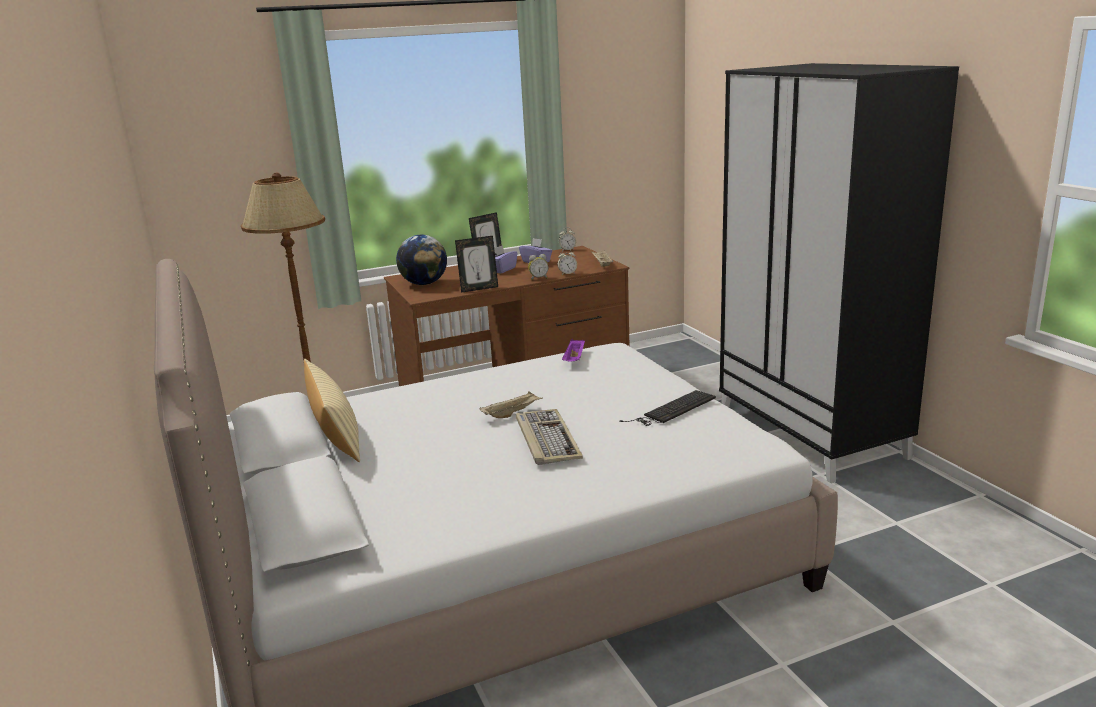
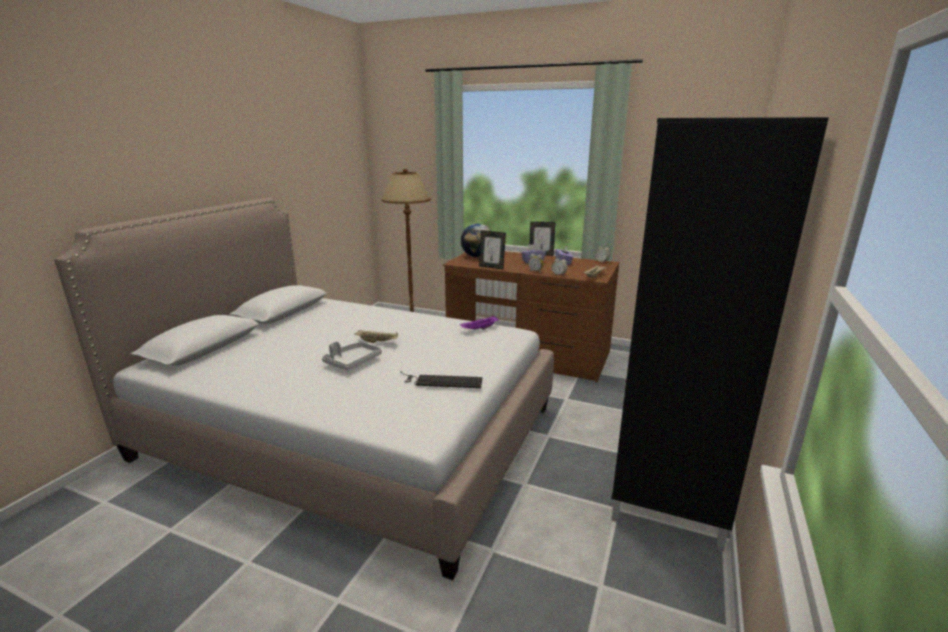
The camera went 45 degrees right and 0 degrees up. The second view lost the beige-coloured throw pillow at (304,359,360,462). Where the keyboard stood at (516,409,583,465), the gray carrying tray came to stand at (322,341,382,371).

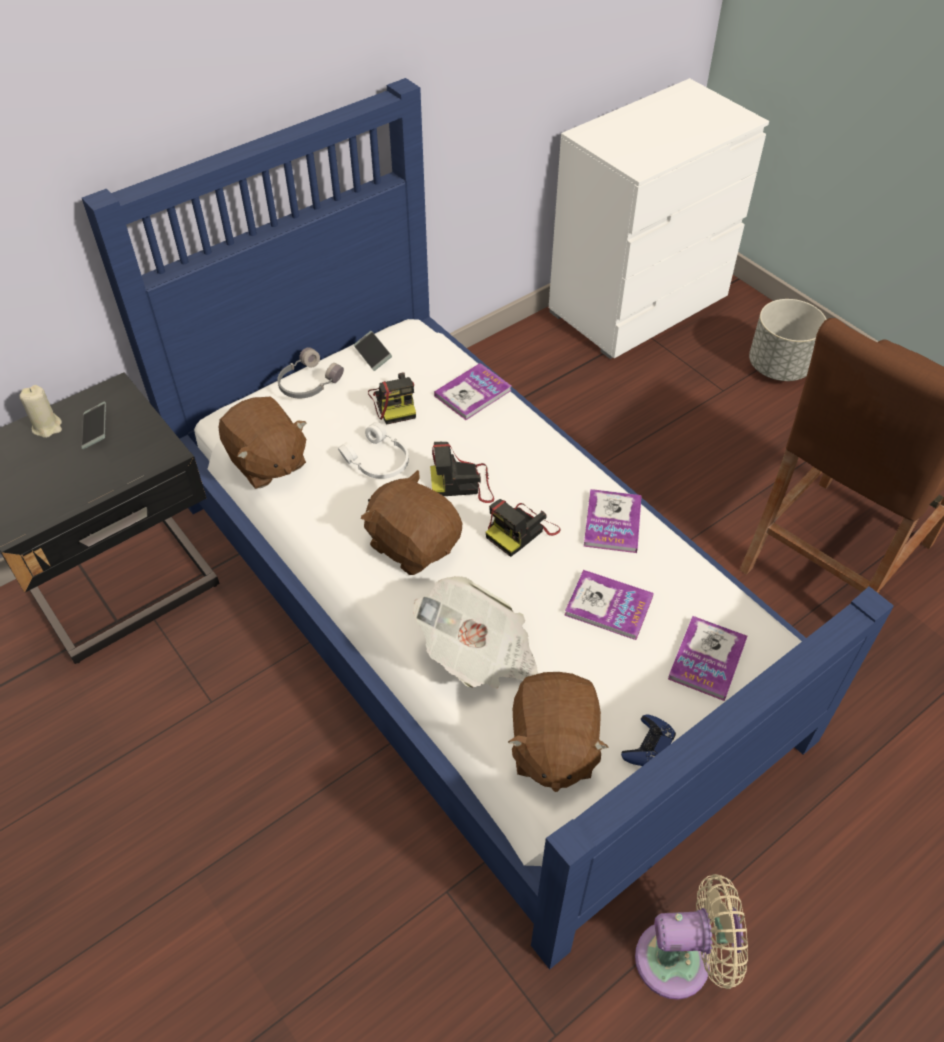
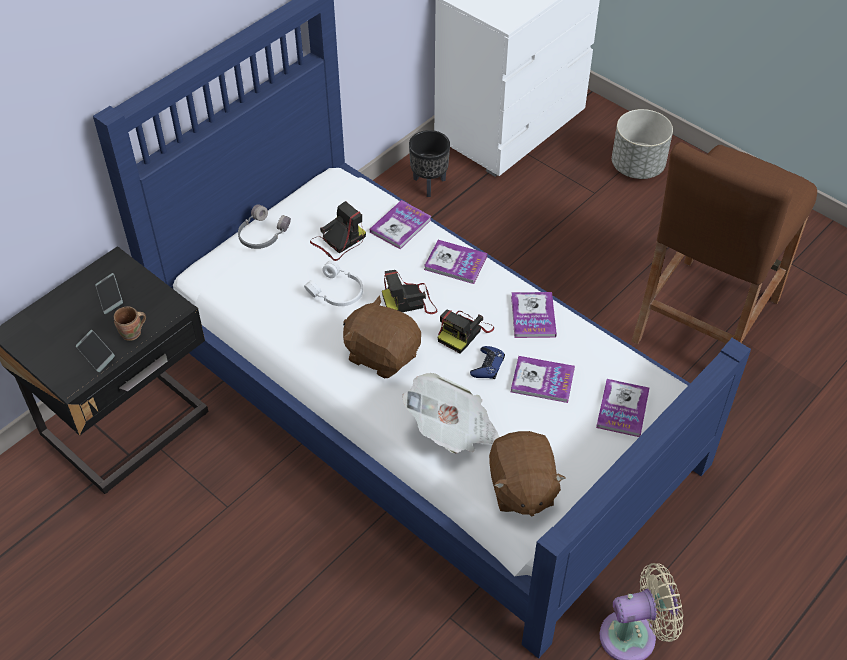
The camera went 10 degrees left and 0 degrees up. The handset ended up elsewhere, having gone from (354,331,392,371) to (76,330,115,372). The still camera at (368,372,416,425) ended up facing another way, 105 degrees counterclockwise from before. The second view lost the beige-coloured wax candle at (19,385,62,438). The second view lost the brown cuddly toy at (219,396,307,489). The blue-coloured joypad ended up elsewhere, having gone from (621,715,676,766) to (470,346,505,379). The second view gained the black-coloured flower pot at (409,130,450,197). The second view gained the book at (424,240,487,284). The second view gained the brown coffee mug at (114,307,146,341).

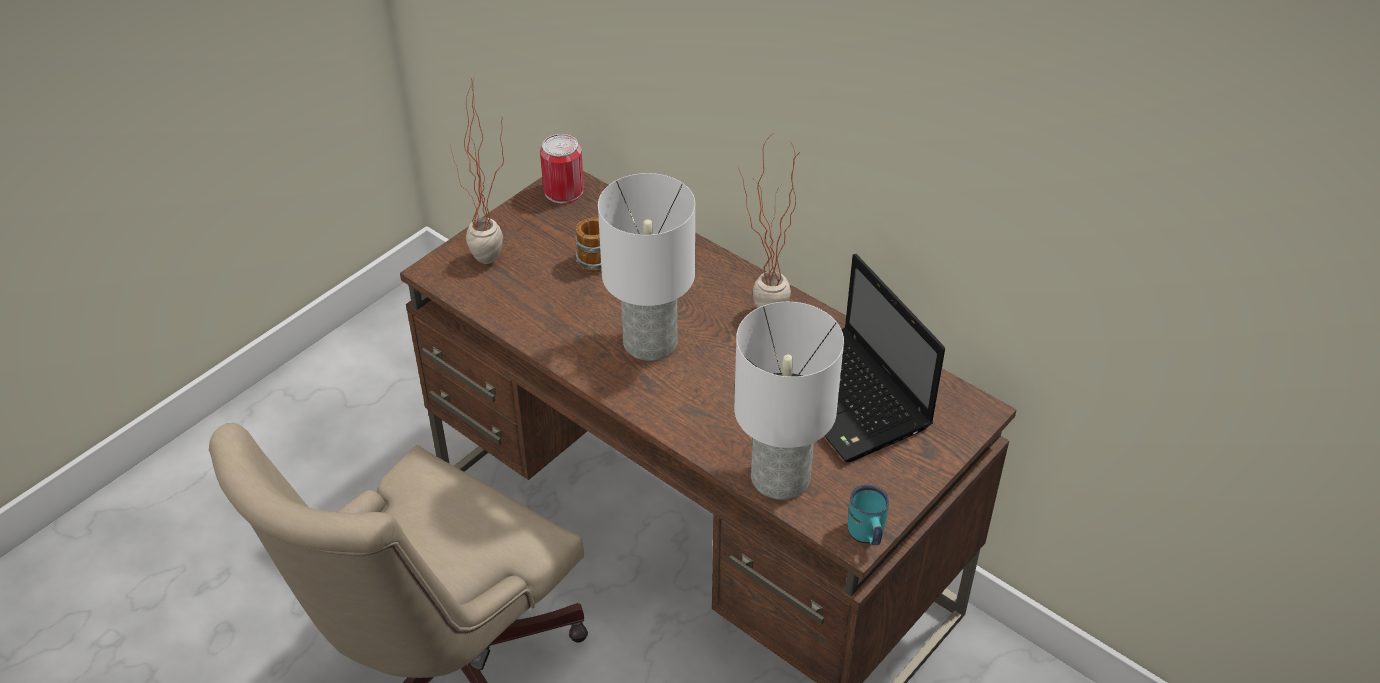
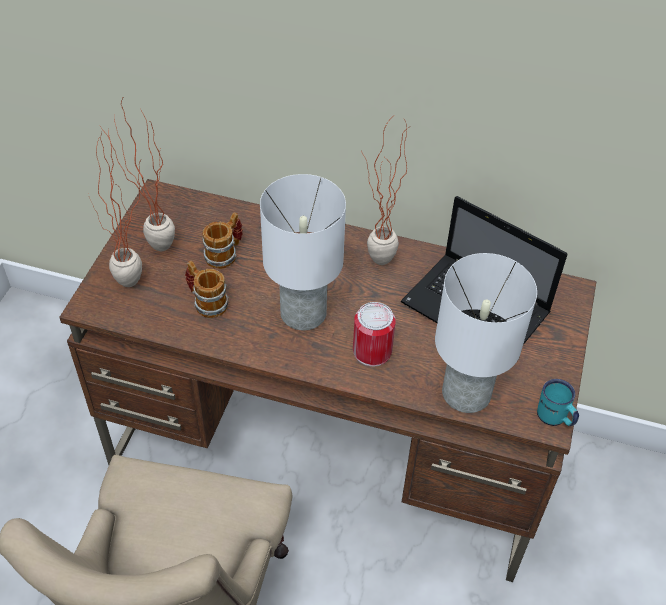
The camera went 25 degrees left and 5 degrees up. The can ended up elsewhere, having gone from (540,134,584,203) to (353,302,396,367). The second view gained the plant in a pot at (100,96,175,251). The second view gained the coffee mug at (185,261,229,318).

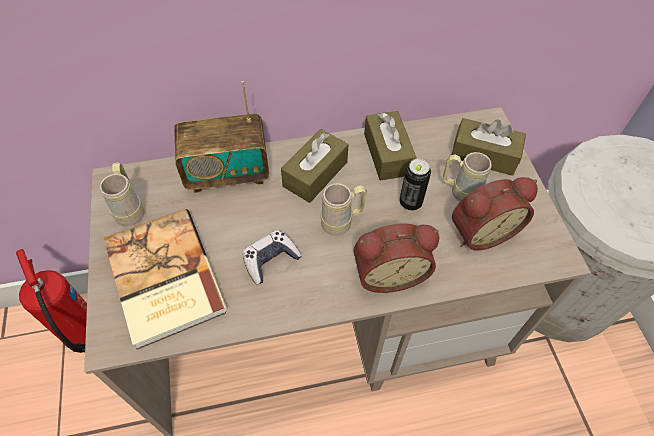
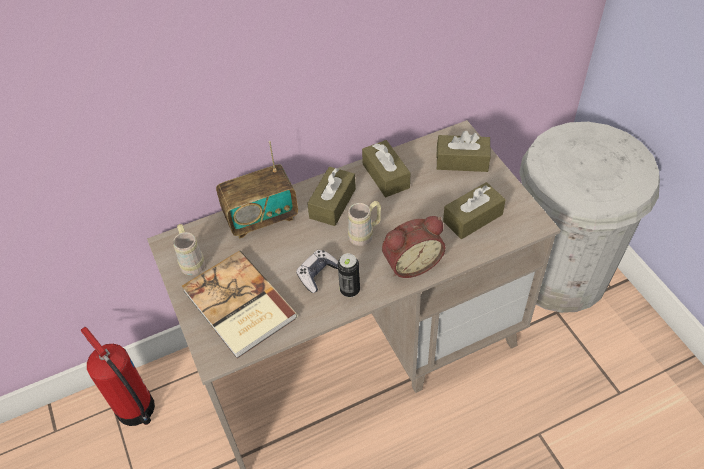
The camera went 10 degrees left and 5 degrees down. The second view lost the beige-coloured coffee mug at (443,152,491,202). The can ended up elsewhere, having gone from (399,158,431,211) to (338,253,360,297). Where the alarm clock stood at (452,177,538,251), the brown tissue box came to stand at (443,182,506,239).

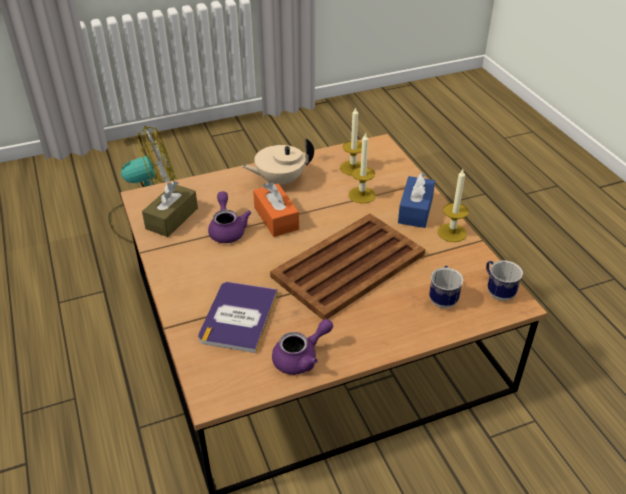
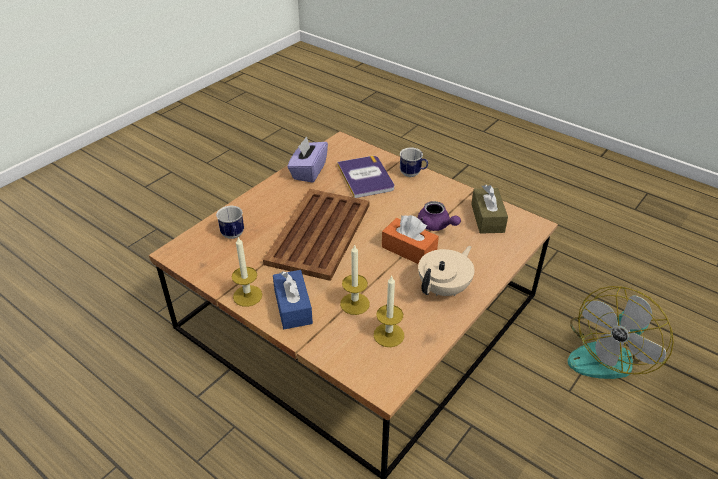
The camera went 150 degrees right and 0 degrees up. The coffee mug ended up elsewhere, having gone from (486,260,523,301) to (400,148,428,177). Where the purple teapot stood at (272,319,333,375), the purple tissue box came to stand at (287,136,328,183).

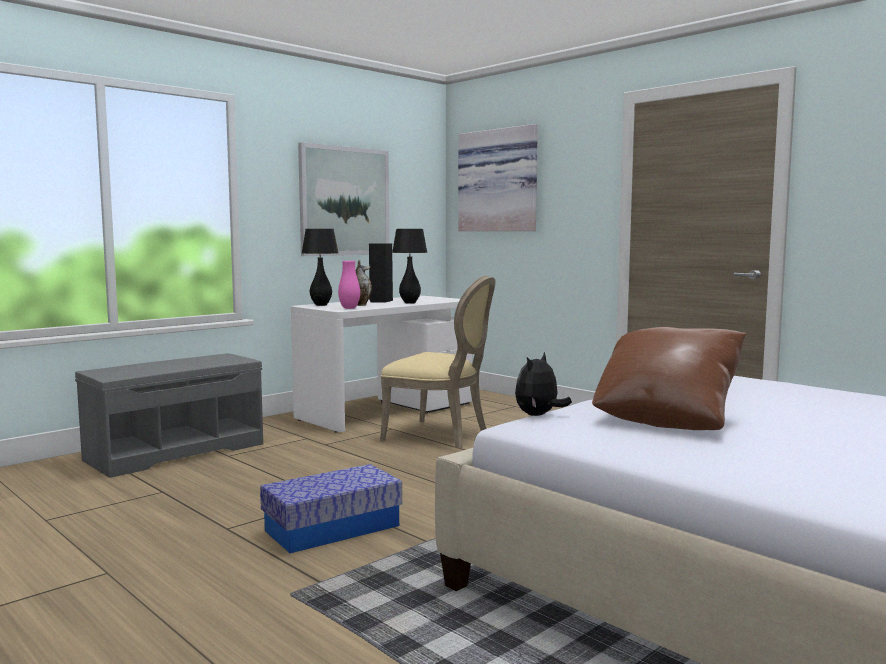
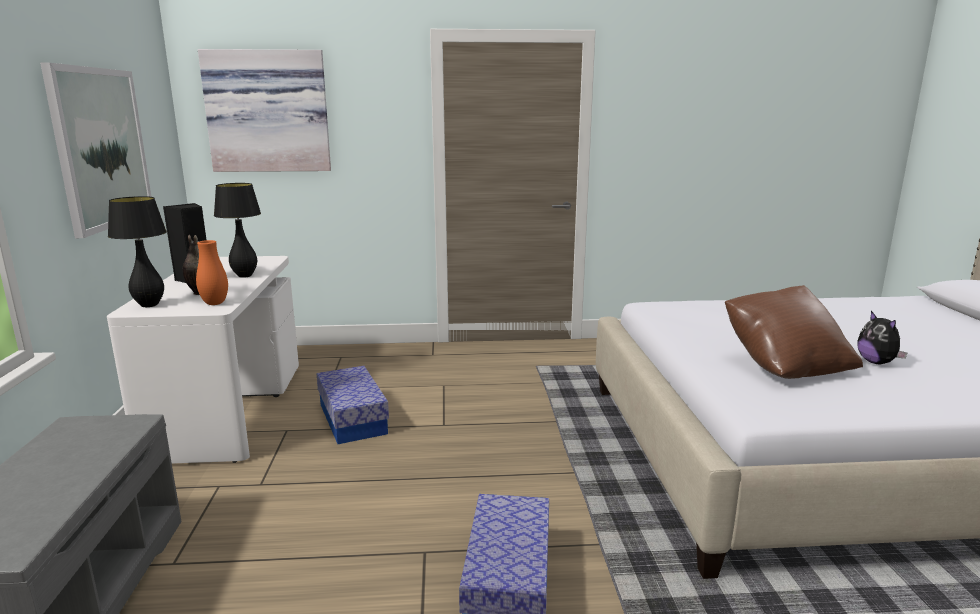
The camera went 50 degrees left and 10 degrees up. What was the pink vase at (338,261,360,309) turned into the orange-coloured vase at (196,240,228,305). Where the beige-coloured chair stood at (380,275,496,449), the storage box came to stand at (317,366,389,444). The cuddly toy ended up elsewhere, having gone from (515,352,572,416) to (857,311,907,364).

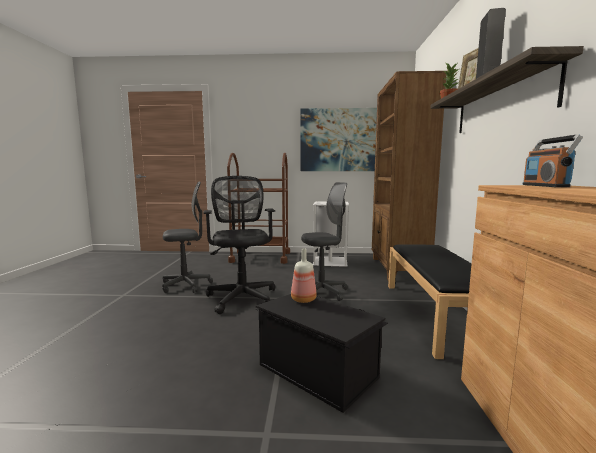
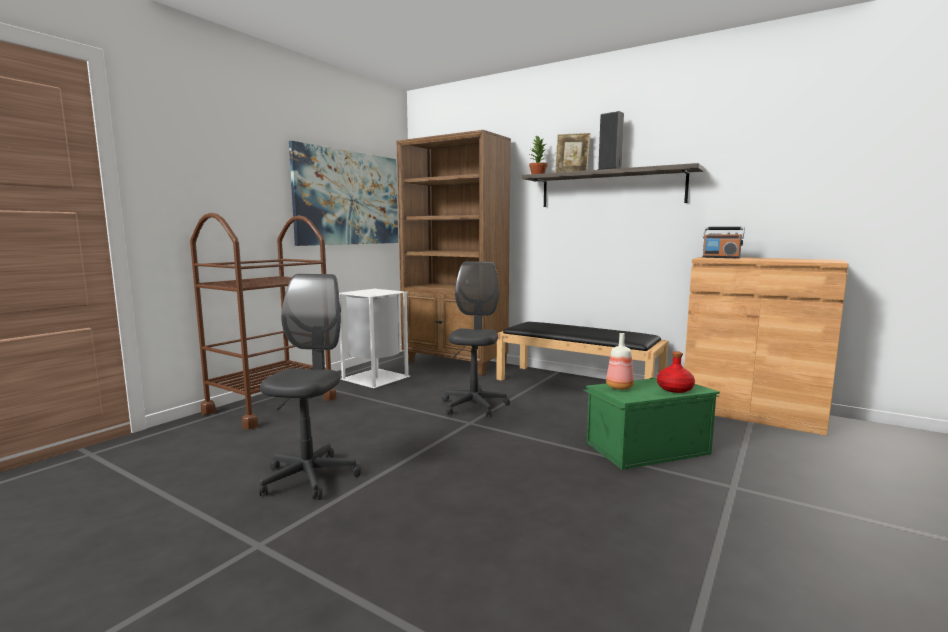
The camera went 60 degrees left and 0 degrees up. The second view lost the black-coloured computer chair at (203,176,275,314). What was the black-coloured storage box at (256,294,388,413) turned into the green storage box at (583,377,720,470). The second view gained the red-coloured bottle at (657,351,695,393).

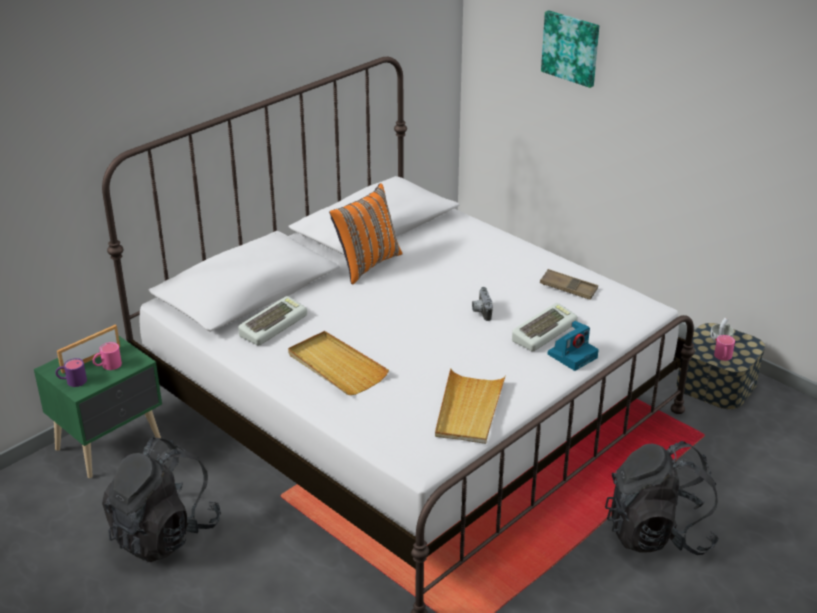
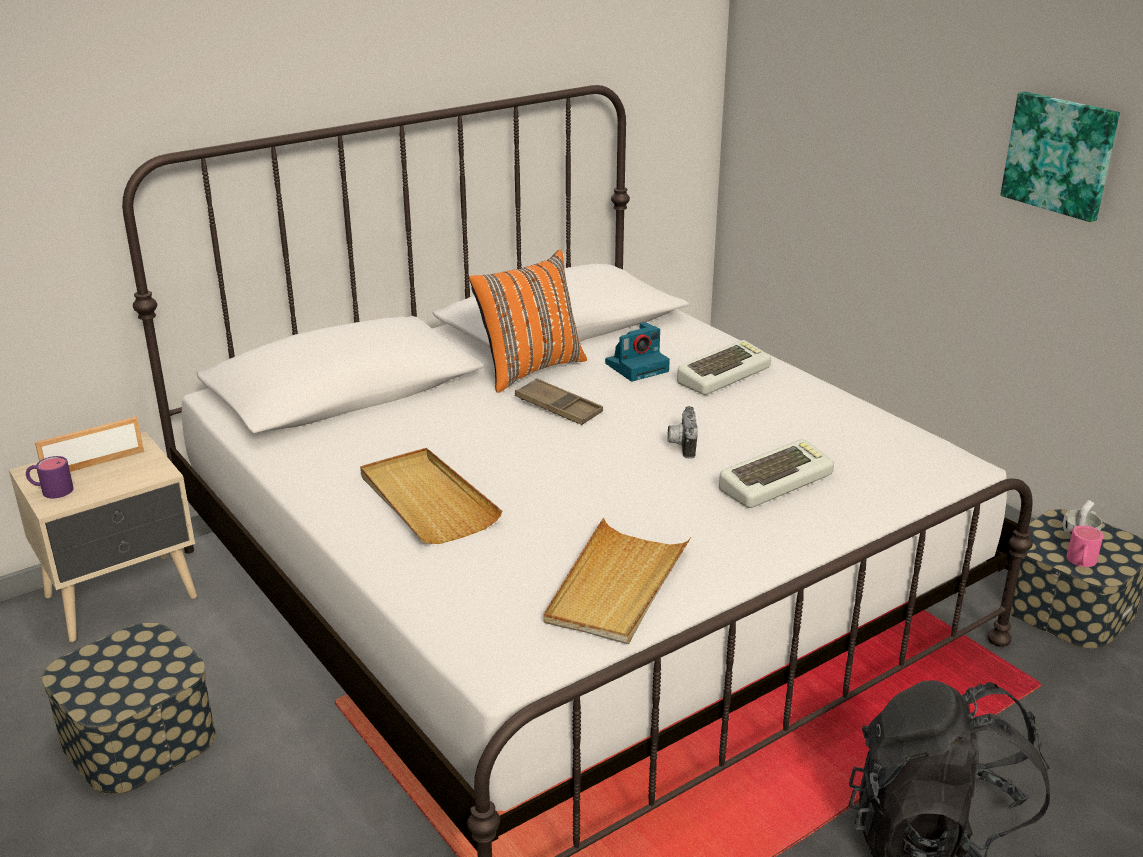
The camera went 10 degrees right and 5 degrees down. The wall picture ended up elsewhere, having gone from (541,10,599,88) to (1000,92,1120,222). The brown carrying tray ended up elsewhere, having gone from (540,269,598,300) to (515,378,603,425). The keyboard ended up elsewhere, having gone from (238,296,307,346) to (677,340,771,395). The still camera ended up elsewhere, having gone from (548,321,599,371) to (605,322,670,382). What was the green night table at (34,336,162,478) turned into the beige-coloured night table at (9,432,197,642). The second view lost the pink coffee mug at (93,342,122,370). Where the black-coloured backpack stood at (102,437,221,562), the storage box came to stand at (42,622,216,795).

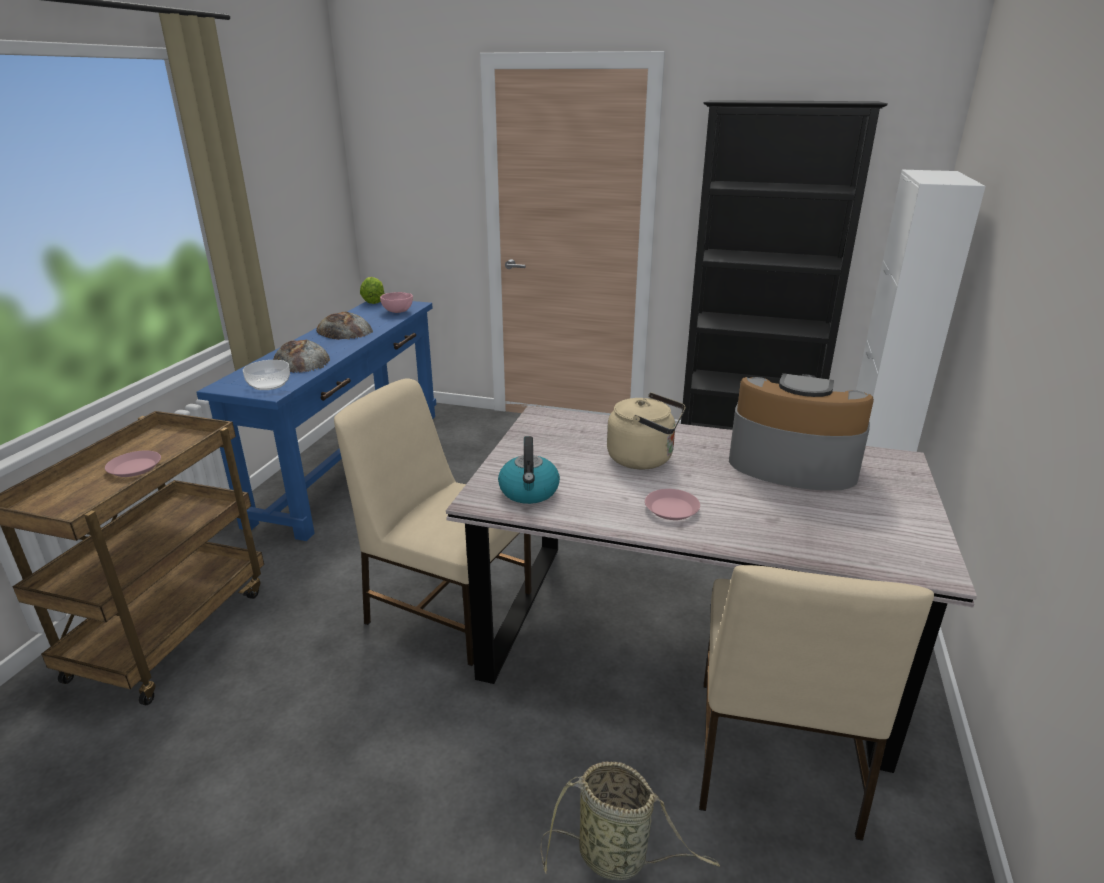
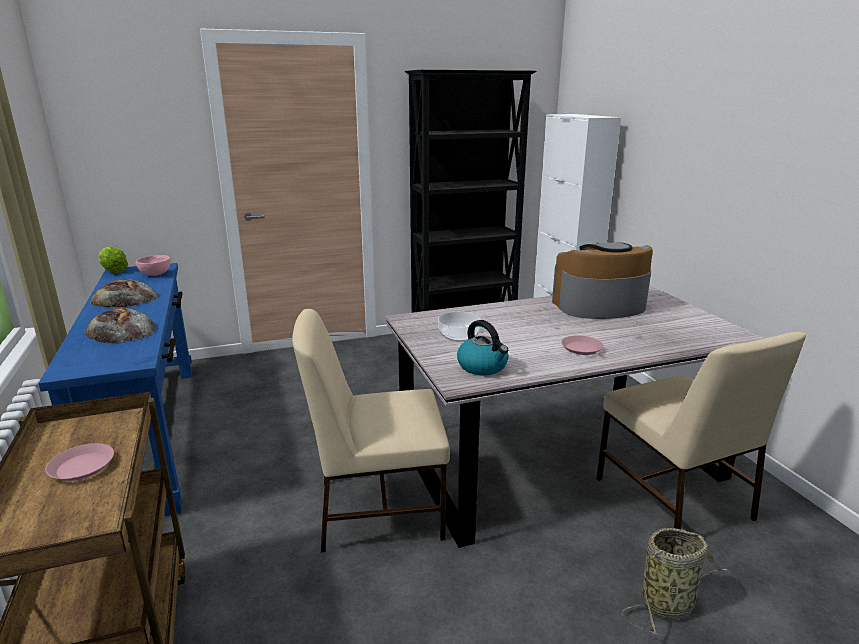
The camera went 35 degrees left and 5 degrees down. The deep dish ended up elsewhere, having gone from (243,360,290,390) to (438,312,481,342). The second view lost the beige-coloured tea kettle at (607,393,686,469).

